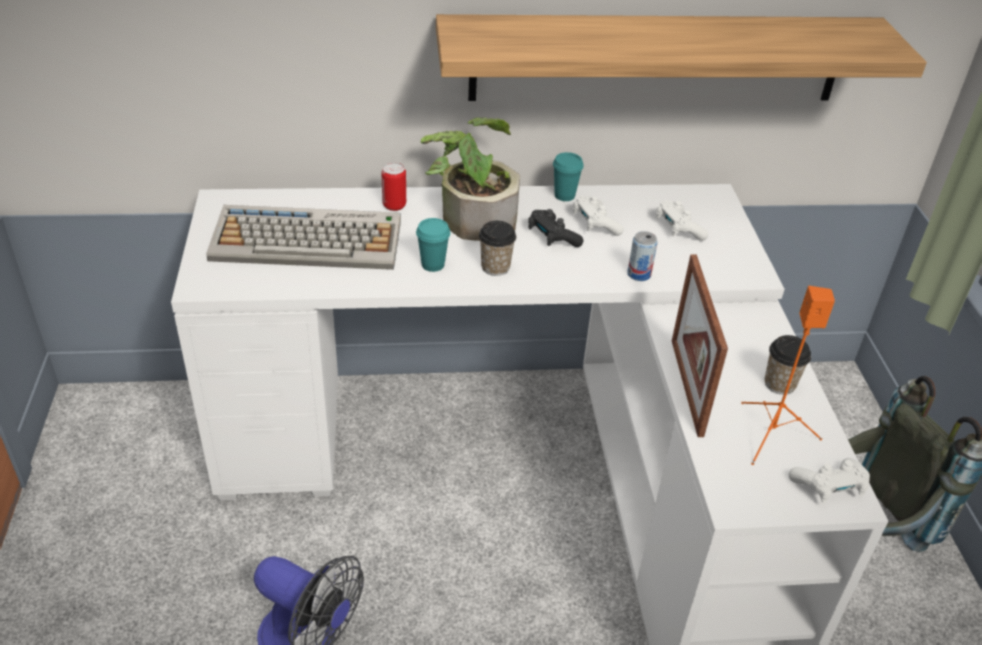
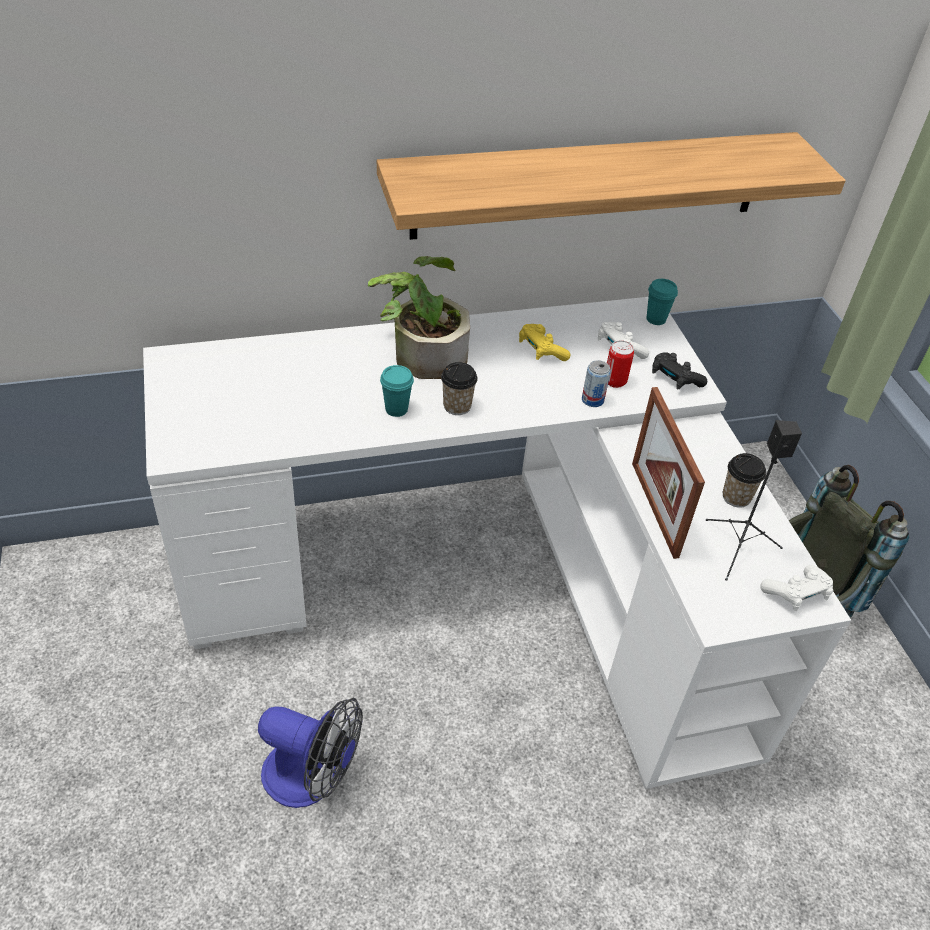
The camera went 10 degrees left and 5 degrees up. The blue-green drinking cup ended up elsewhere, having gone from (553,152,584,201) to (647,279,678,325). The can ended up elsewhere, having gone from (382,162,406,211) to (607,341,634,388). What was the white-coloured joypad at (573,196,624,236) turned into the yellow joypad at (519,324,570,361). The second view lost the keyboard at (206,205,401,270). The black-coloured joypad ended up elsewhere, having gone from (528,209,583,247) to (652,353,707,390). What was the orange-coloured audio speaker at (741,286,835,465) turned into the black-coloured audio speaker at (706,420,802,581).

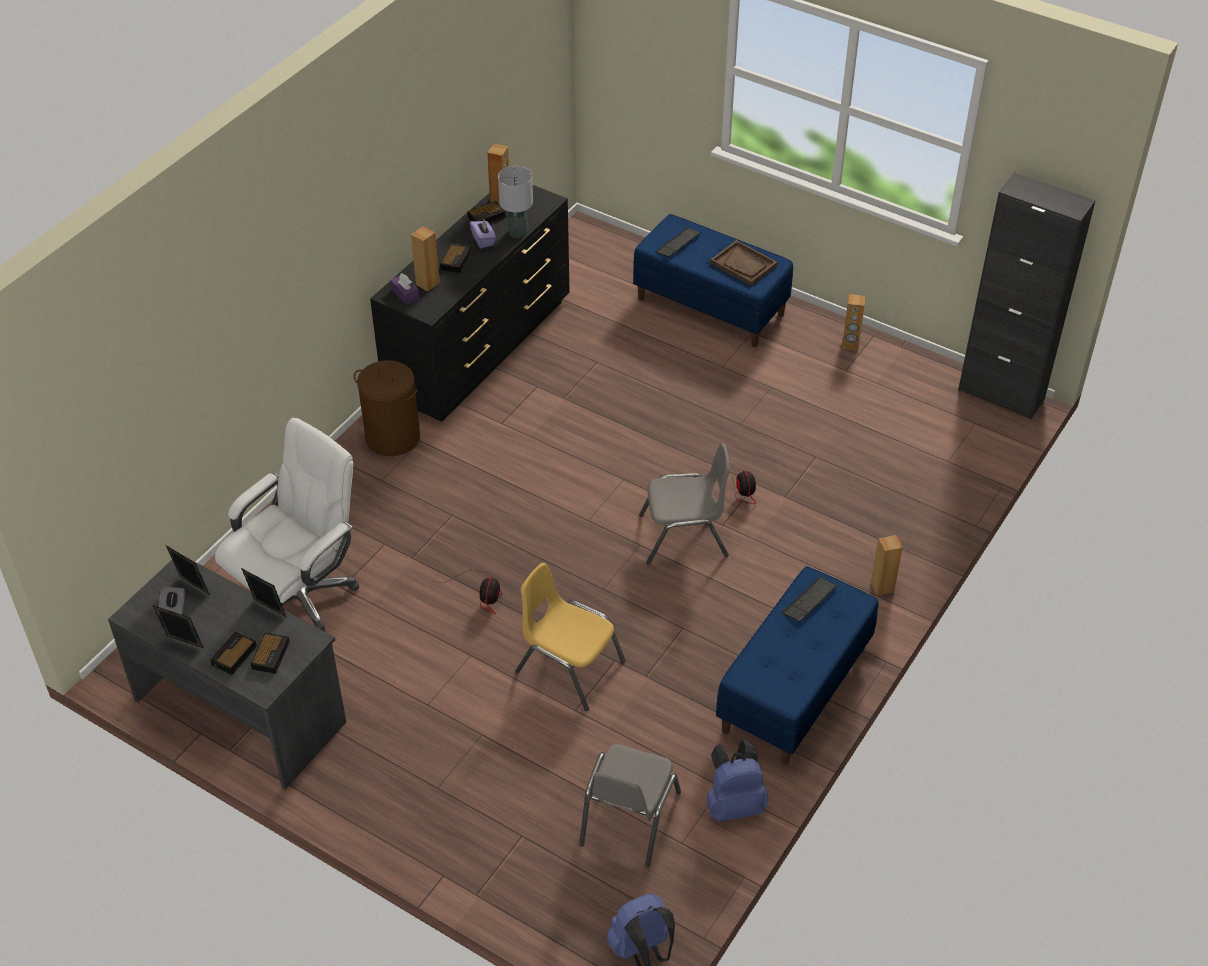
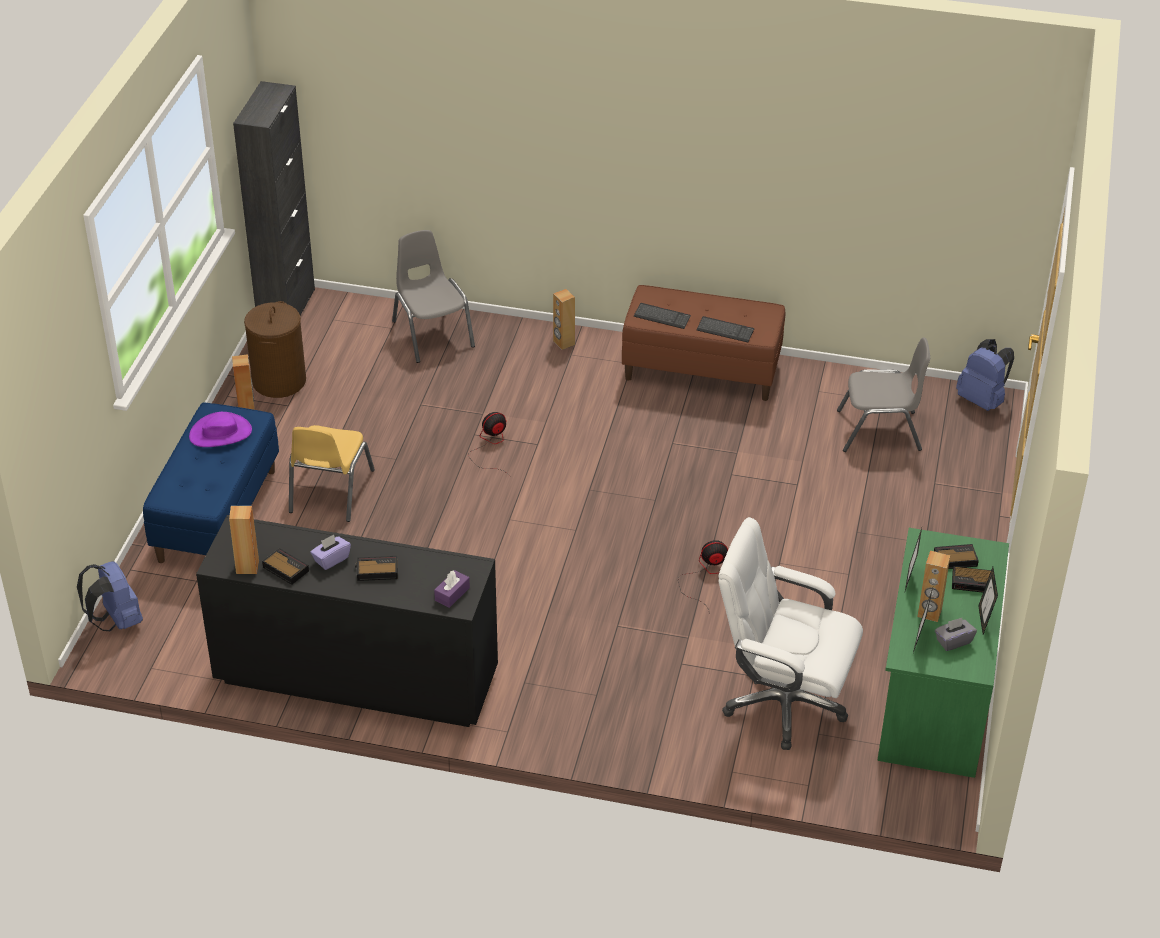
The camera went 110 degrees left and 5 degrees down. The second view lost the gray lamp for a table at (498,166,533,238). The brown audio speaker ended up elsewhere, having gone from (411,226,440,292) to (917,550,950,622). The keyboard ended up elsewhere, having gone from (655,228,701,258) to (697,316,754,342). Where the brown carrying tray stood at (710,240,777,286), the purple clothing hat came to stand at (189,412,252,447). The brown laundry basket ended up elsewhere, having gone from (354,360,420,456) to (244,301,306,398). The gray chair ended up elsewhere, having gone from (639,444,730,565) to (392,230,475,363). What was the gray desk at (108,554,346,789) turned into the green desk at (877,528,1009,778). The yellow chair ended up elsewhere, having gone from (515,563,626,711) to (289,425,375,522). What was the blue-coloured bench at (716,566,878,765) turned into the brown bench at (622,285,785,401). The blue-coloured backpack ended up elsewhere, having gone from (707,739,768,822) to (77,561,143,631).

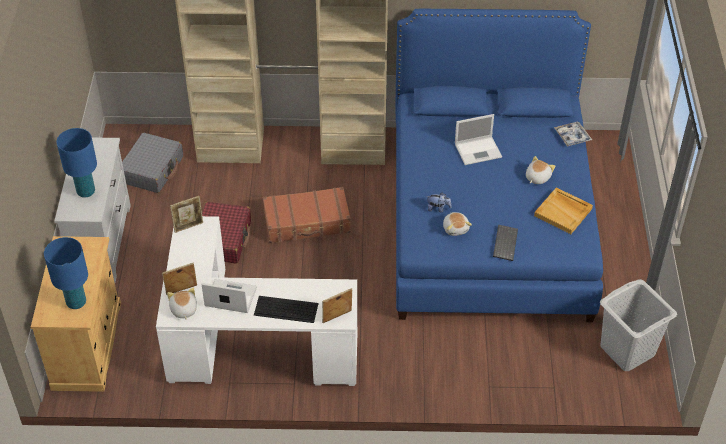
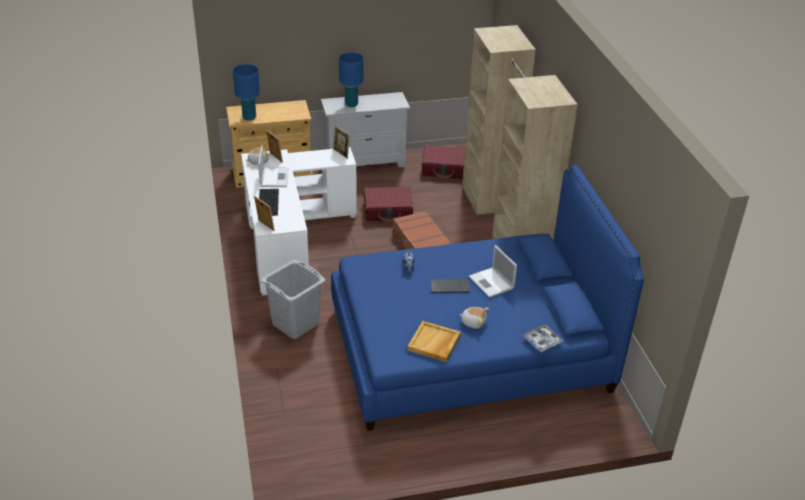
The camera went 75 degrees right and 10 degrees down. What was the gray piece of luggage at (122,133,183,193) turned into the red-coloured piece of luggage at (422,145,465,179). The second view lost the cuddly toy at (443,212,472,236). The keyboard ended up elsewhere, having gone from (493,225,518,261) to (430,279,470,293). The gray laundry basket ended up elsewhere, having gone from (600,279,677,371) to (261,260,325,339).

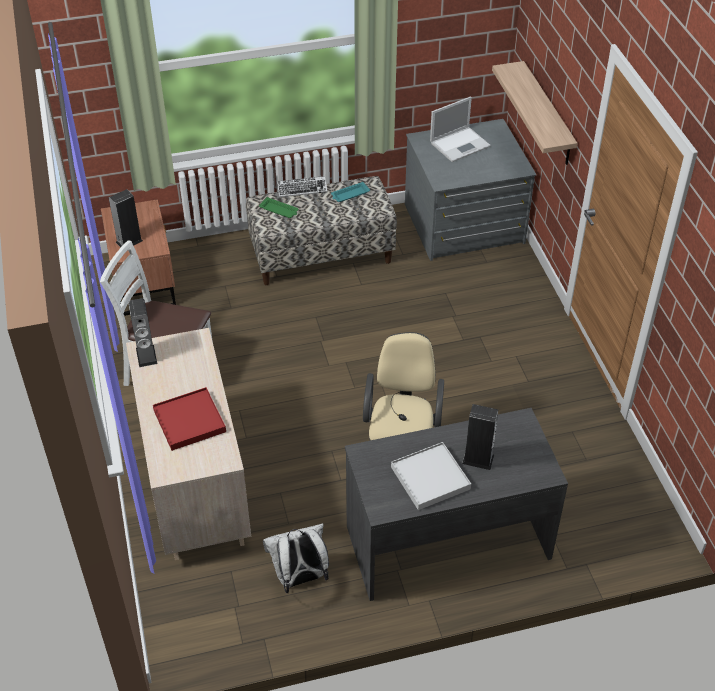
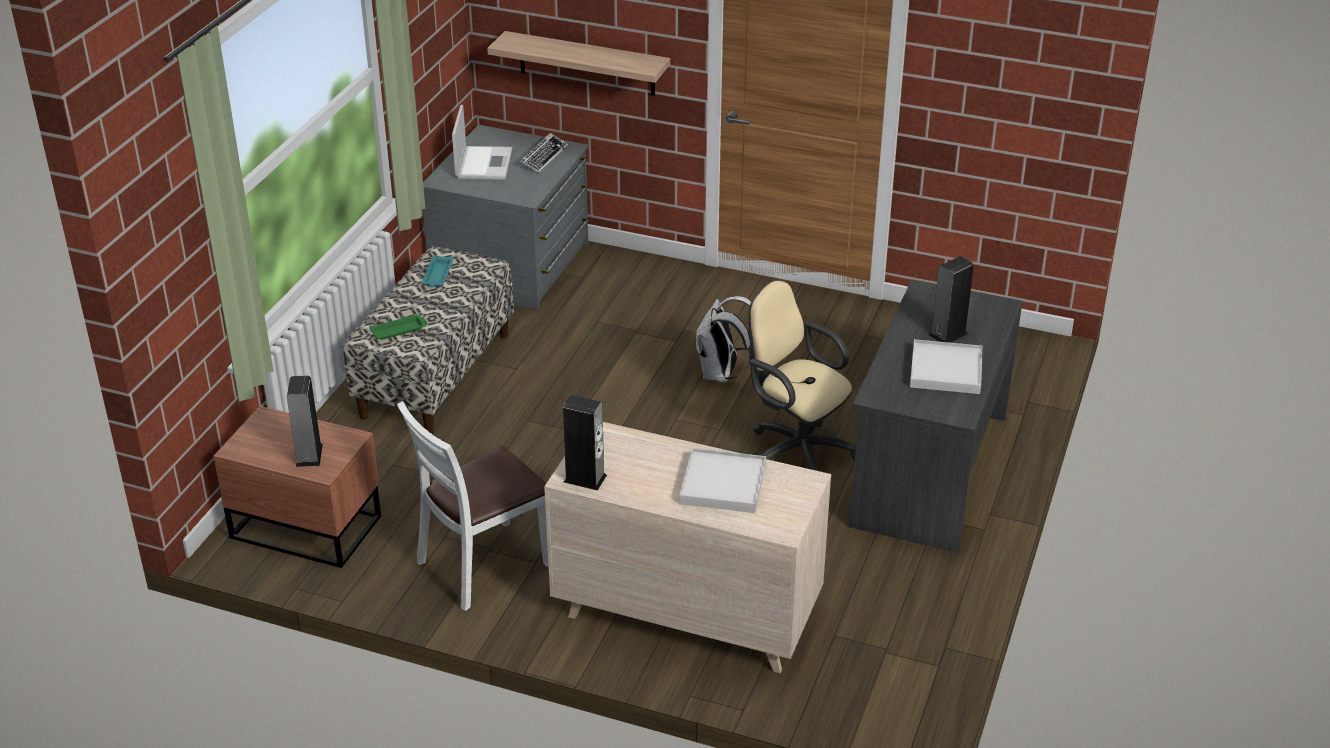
The camera went 55 degrees left and 10 degrees down. The keyboard ended up elsewhere, having gone from (277,176,328,197) to (519,133,568,174). What was the red-coloured carrying tray at (153,387,226,451) turned into the white-coloured carrying tray at (680,448,766,513). The white-coloured backpack ended up elsewhere, having gone from (263,523,329,593) to (696,296,751,383).

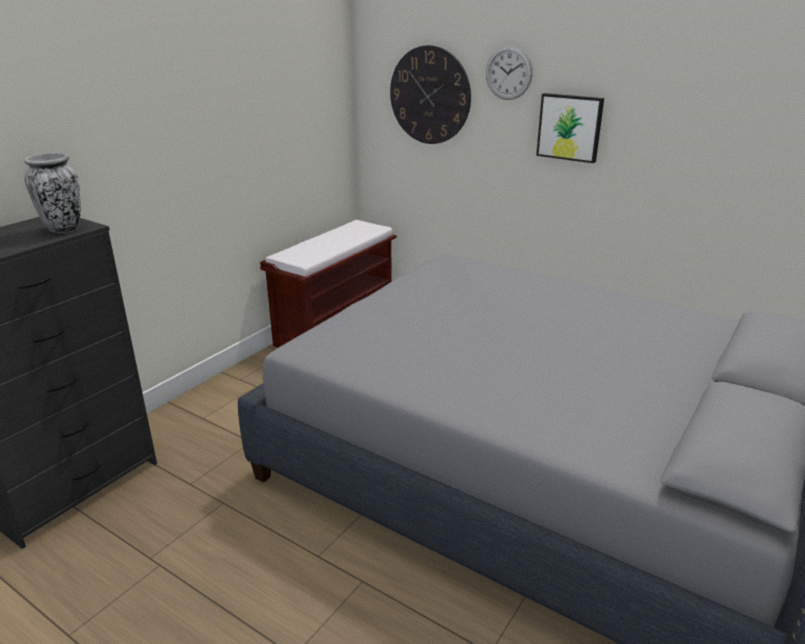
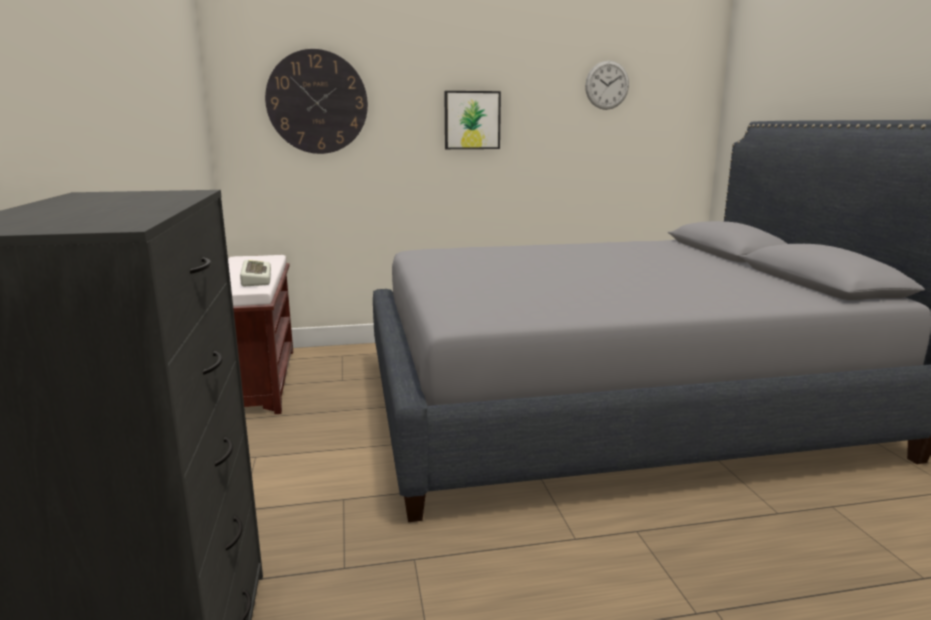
The camera went 45 degrees left and 10 degrees down. The hanging clock ended up elsewhere, having gone from (486,46,533,100) to (585,61,629,110). The second view lost the vase at (24,153,81,233). The second view gained the keyboard at (240,260,271,287).

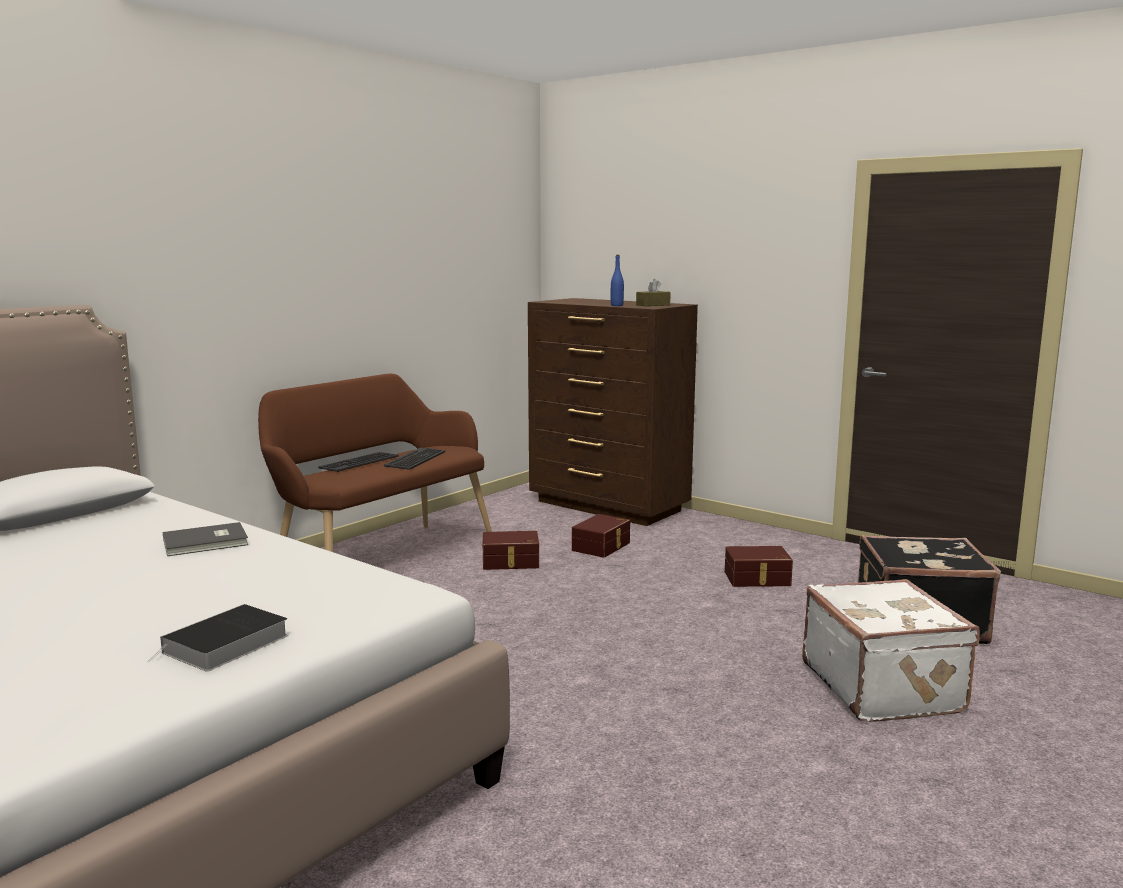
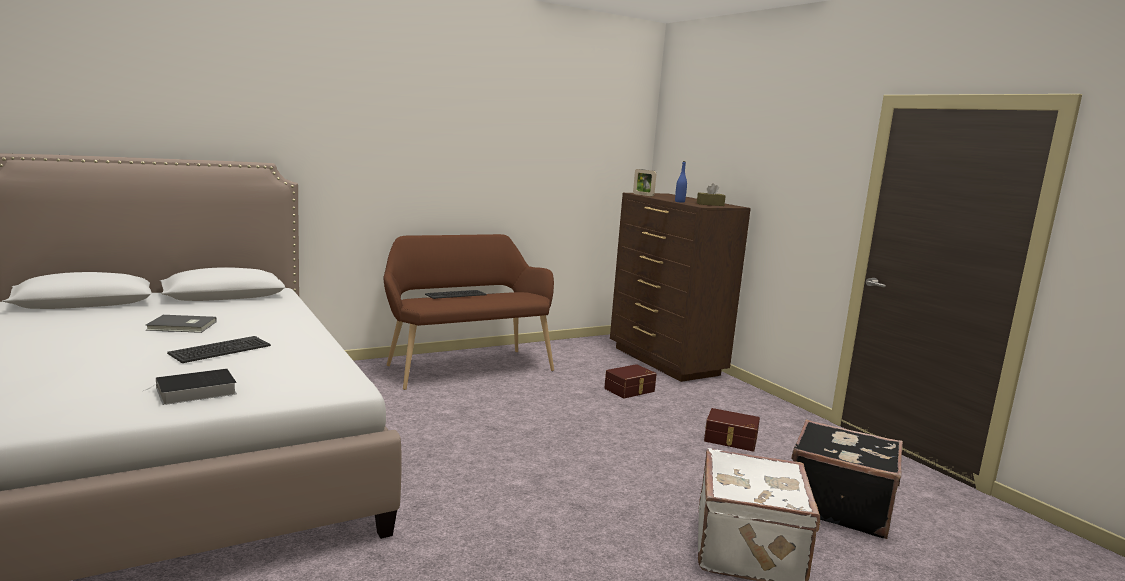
The camera went 20 degrees right and 0 degrees up. The keyboard ended up elsewhere, having gone from (384,447,445,470) to (167,336,271,363). The gray book ended up elsewhere, having gone from (163,522,248,556) to (146,315,217,333). The second view lost the brown storage box at (483,531,539,570). The second view gained the standing frame at (633,169,657,196).

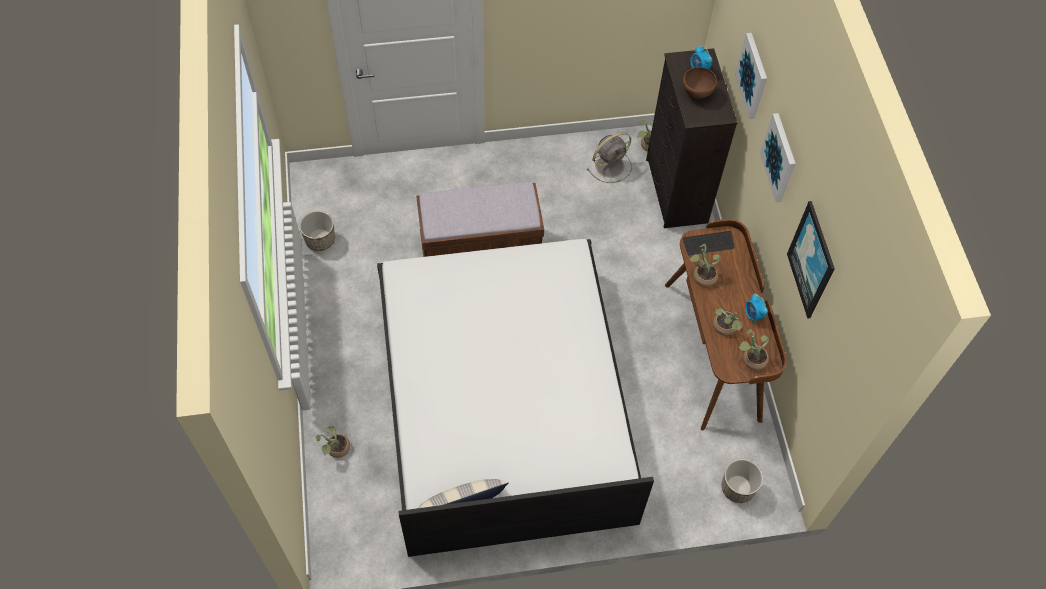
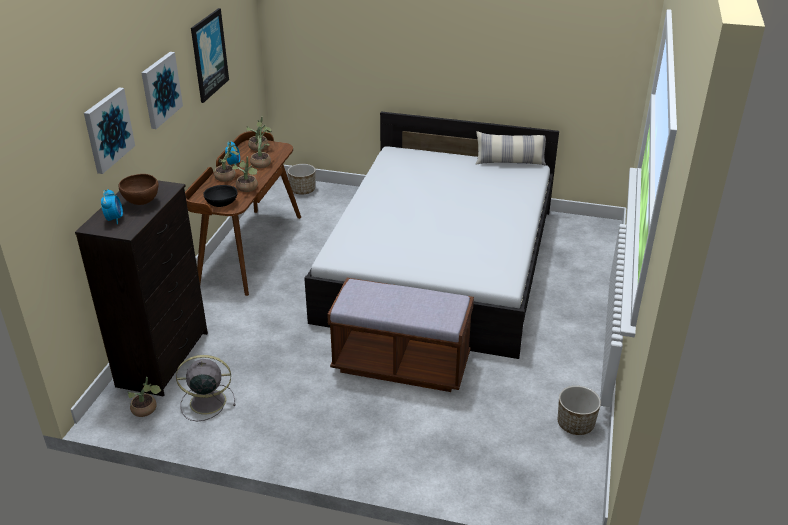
The camera went 155 degrees left and 25 degrees down. Where the keyboard stood at (683,231,735,255), the black-coloured deep dish came to stand at (203,185,238,207). The plant in a pot ended up elsewhere, having gone from (316,426,350,458) to (214,141,239,182).

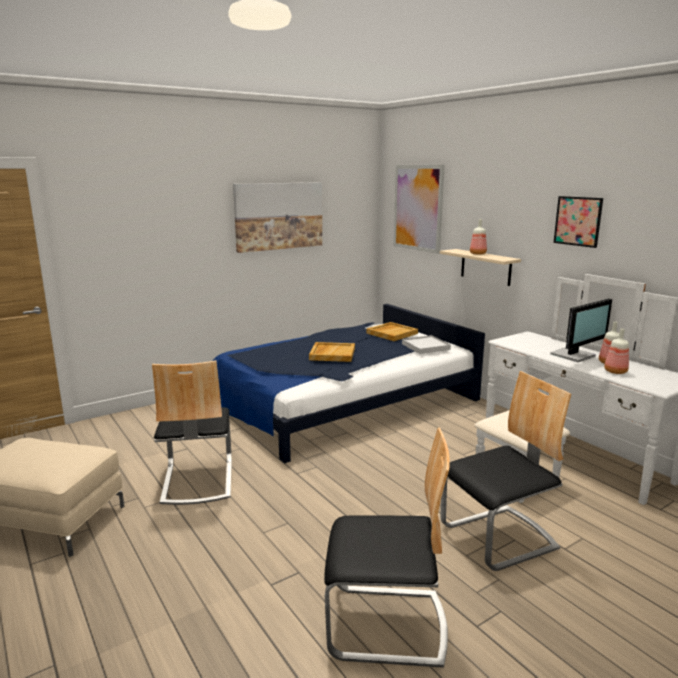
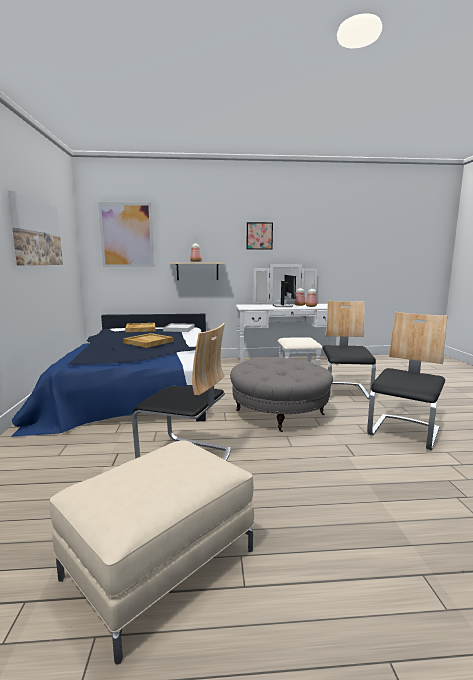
The camera went 60 degrees left and 5 degrees down. The second view gained the gray pouffe at (230,358,333,432).

